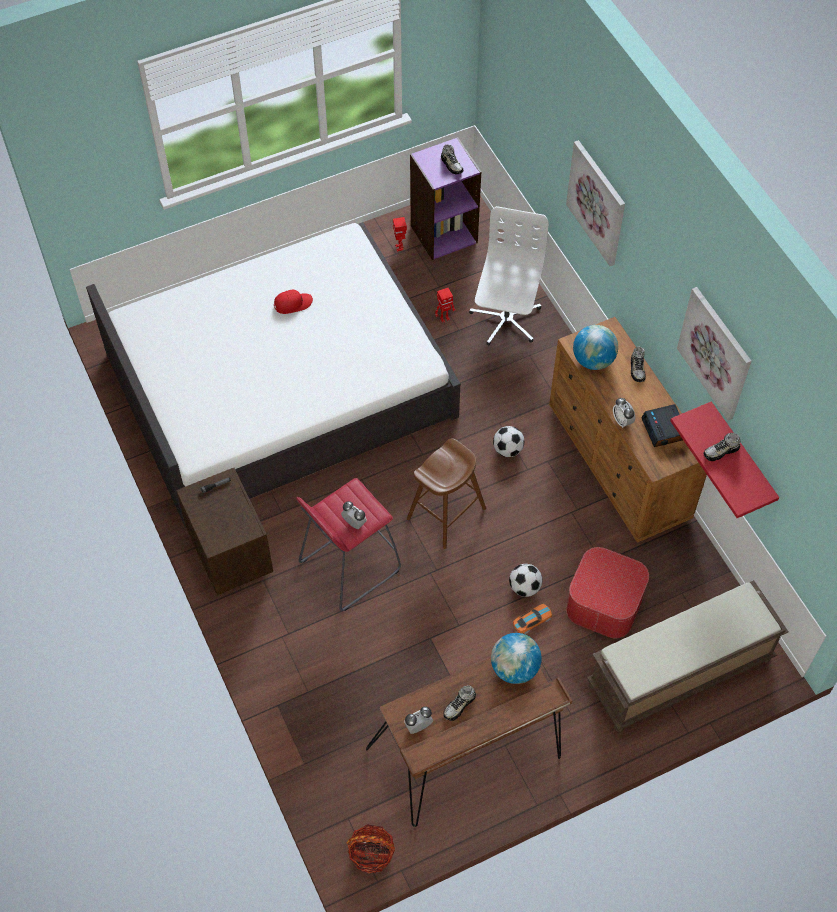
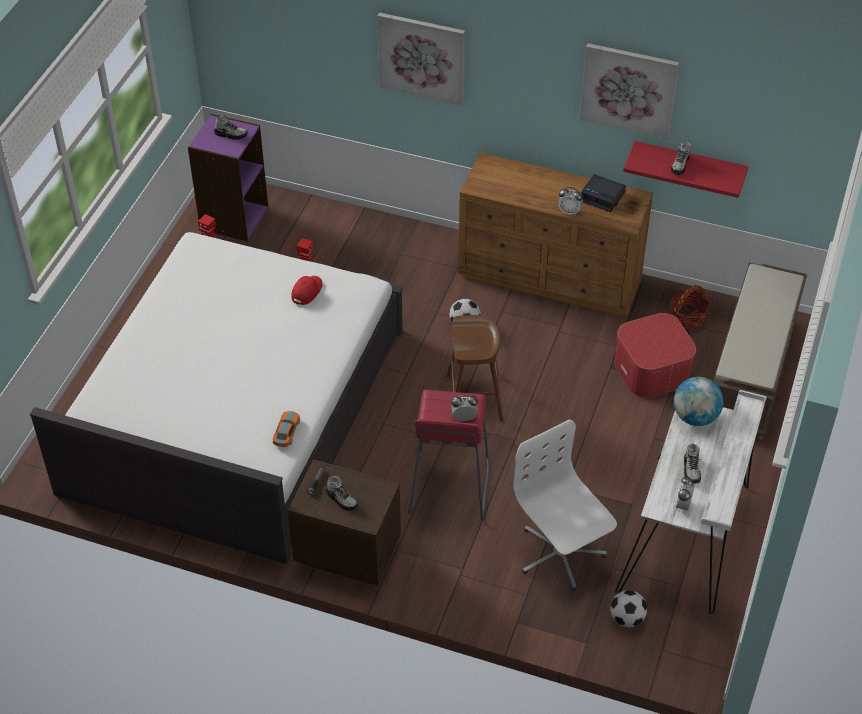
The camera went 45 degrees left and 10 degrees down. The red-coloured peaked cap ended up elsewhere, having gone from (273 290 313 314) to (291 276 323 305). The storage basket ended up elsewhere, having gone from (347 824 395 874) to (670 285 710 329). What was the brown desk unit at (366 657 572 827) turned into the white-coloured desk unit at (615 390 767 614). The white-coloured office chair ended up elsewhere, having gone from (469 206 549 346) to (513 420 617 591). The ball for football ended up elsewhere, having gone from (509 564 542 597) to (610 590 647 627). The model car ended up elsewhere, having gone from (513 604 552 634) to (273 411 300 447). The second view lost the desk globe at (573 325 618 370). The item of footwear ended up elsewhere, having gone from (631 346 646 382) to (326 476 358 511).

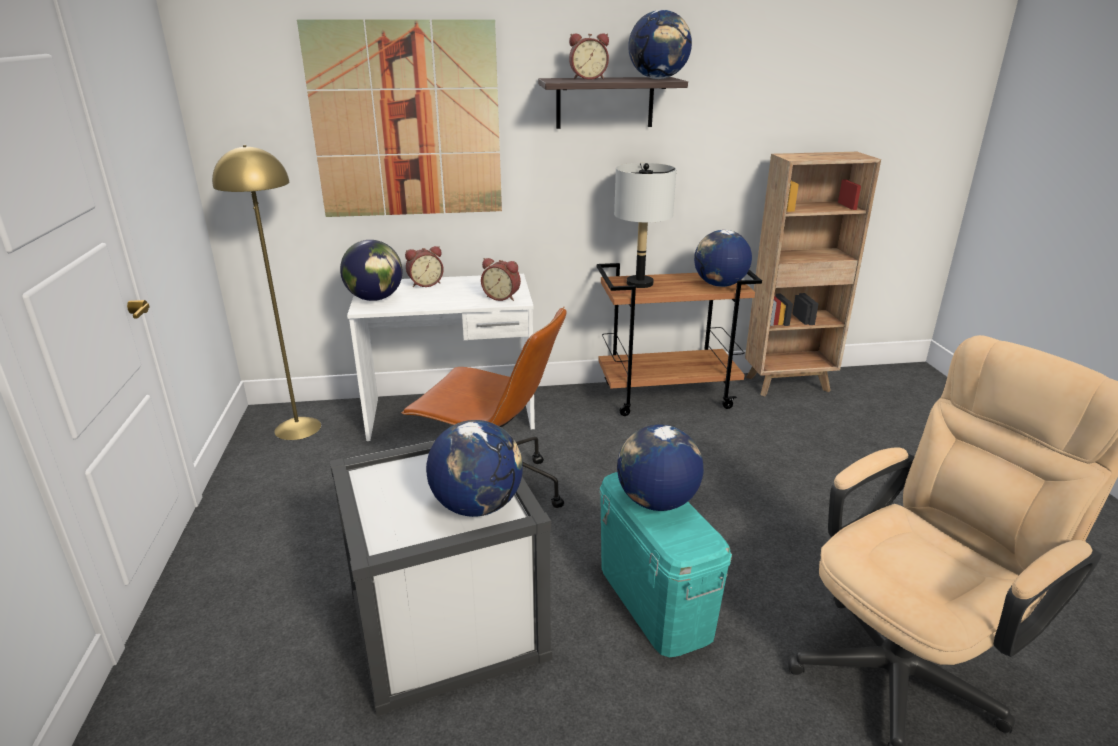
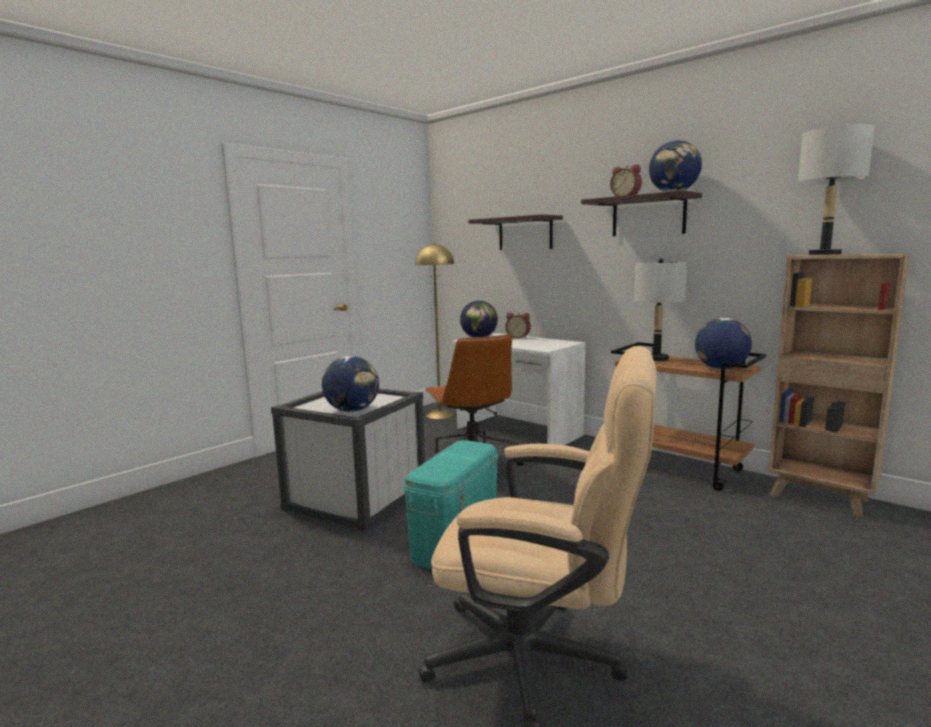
The camera went 50 degrees right and 15 degrees down. Where the wall art hung at (297 20 502 217), the bracket shelf came to hang at (468 214 563 250). The second view lost the alarm clock at (481 258 521 301). The second view lost the desk globe at (617 425 703 511). The second view gained the grey table lamp at (798 124 875 255).

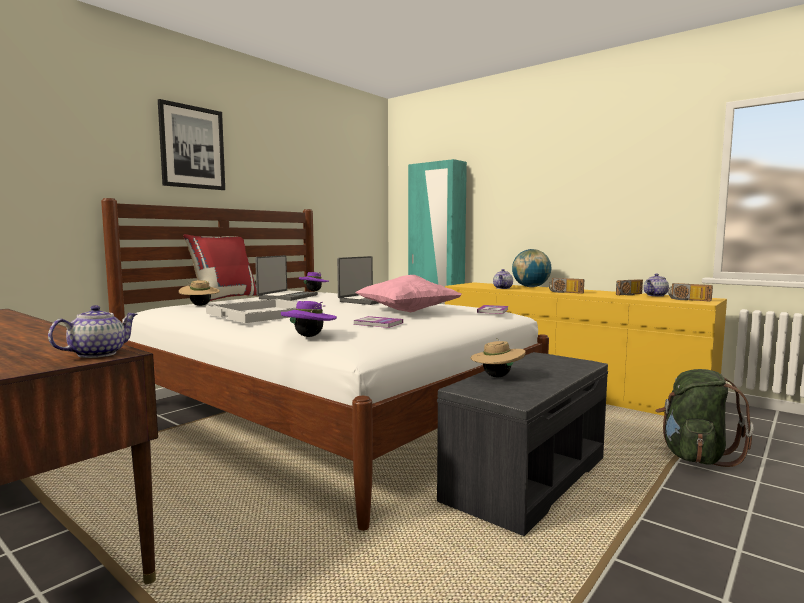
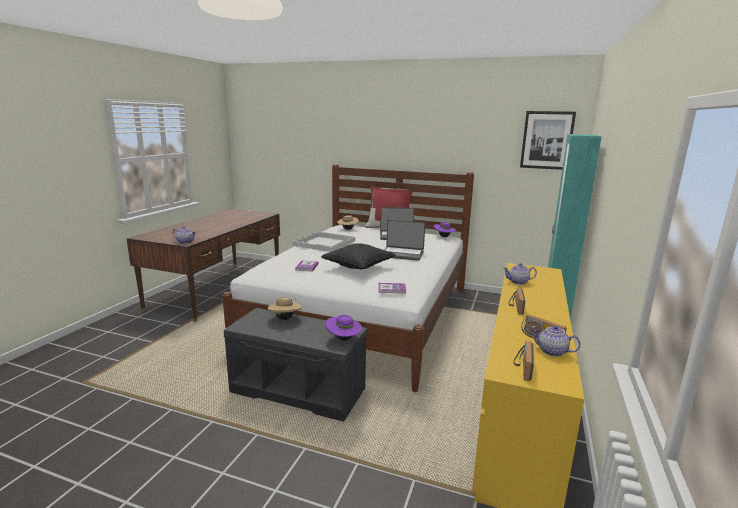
The camera went 70 degrees right and 10 degrees up. The wall art ended up elsewhere, having gone from (158 99 225 190) to (520 111 576 170). The purplish hat ended up elsewhere, having gone from (281 301 337 337) to (326 315 362 341). What was the pinkish cushion at (356 275 462 312) turned into the blackish cushion at (321 243 396 269). The second view lost the desk globe at (512 249 551 287). The second view lost the green-coloured rucksack at (655 369 753 467).

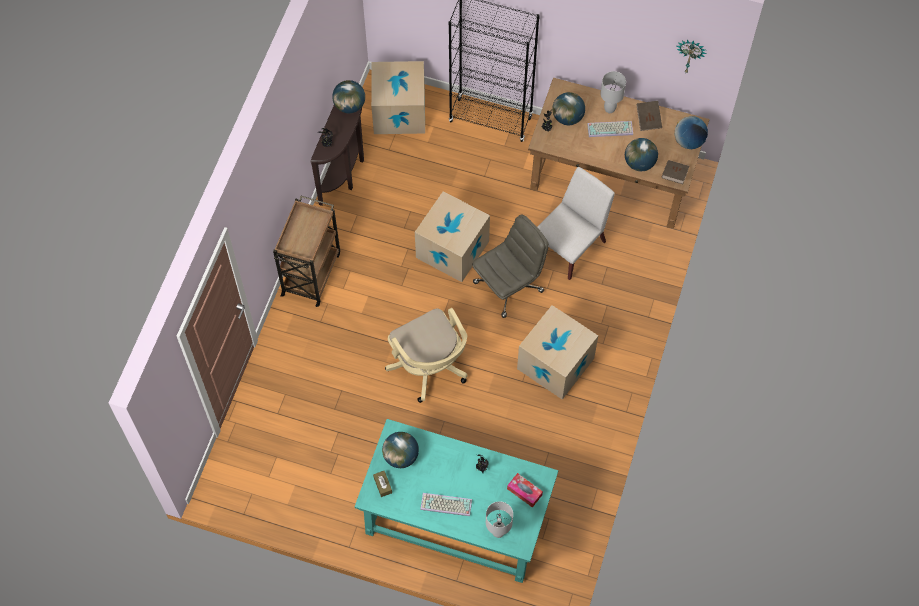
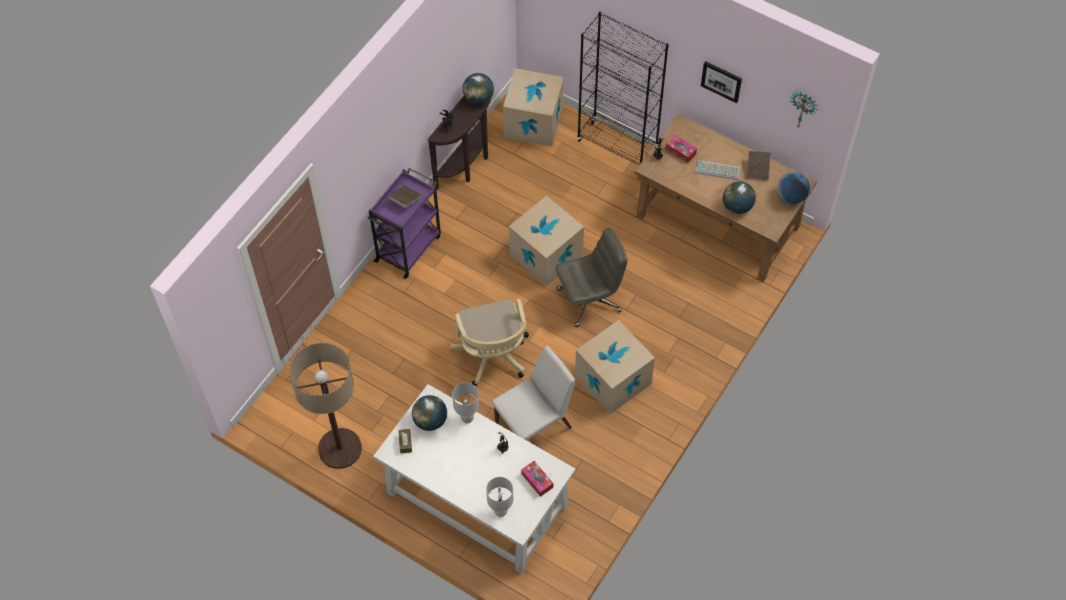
The camera went 15 degrees right and 5 degrees down. What was the brown wheeled cart at (273 195 340 307) turned into the purplish wheeled cart at (368 168 441 279). What was the turquoise desk unit at (355 419 558 583) turned into the white-coloured desk unit at (373 384 576 574). The second view lost the computer keyboard at (420 493 472 516). The white-coloured plain chair ended up elsewhere, having gone from (537 167 615 280) to (492 346 575 440). Where the desk globe stood at (552 92 585 125), the tissue box came to stand at (666 135 697 163). The white-coloured table lamp ended up elsewhere, having gone from (600 71 626 113) to (452 382 479 423). The brown volume ended up elsewhere, having gone from (662 160 689 184) to (388 185 422 209). The second view gained the standing lamp at (289 343 362 469). The second view gained the wall art at (701 61 742 103).

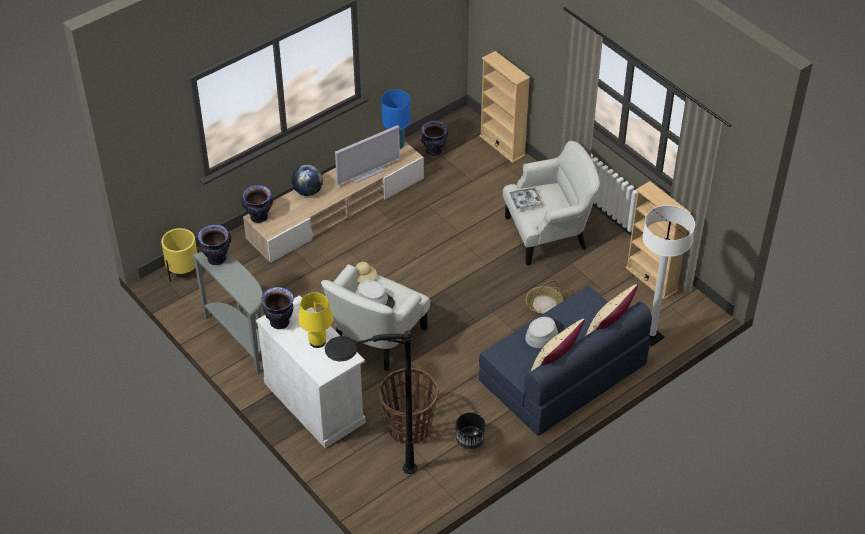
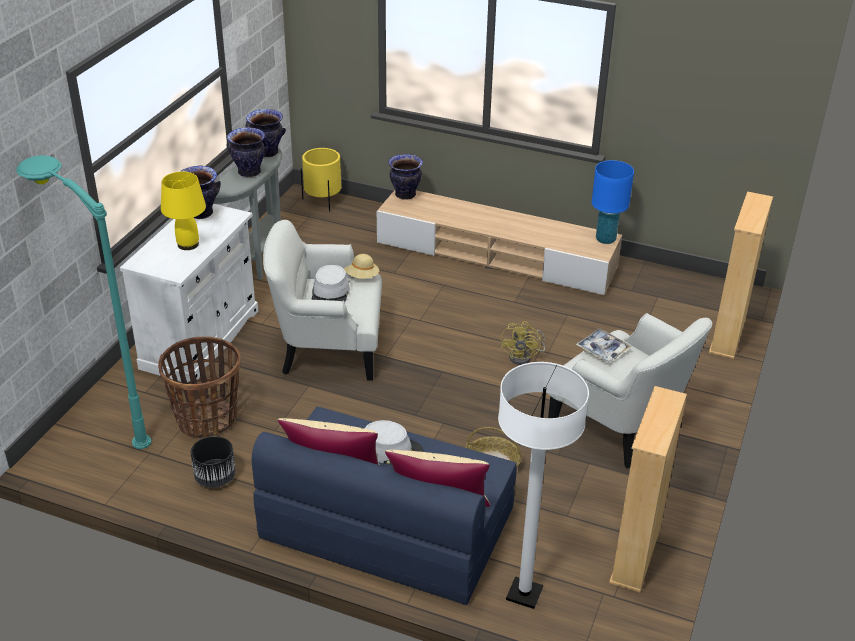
The camera went 60 degrees right and 10 degrees down. The second view lost the desk globe at (292 165 323 196). What was the blackish standing lamp at (325 331 417 474) turned into the turquoise standing lamp at (16 155 151 449). The second view lost the television at (335 125 400 185). The flower vase ended up elsewhere, having gone from (421 121 448 156) to (227 128 268 177). The second view gained the yellow electric fan at (501 321 545 365).

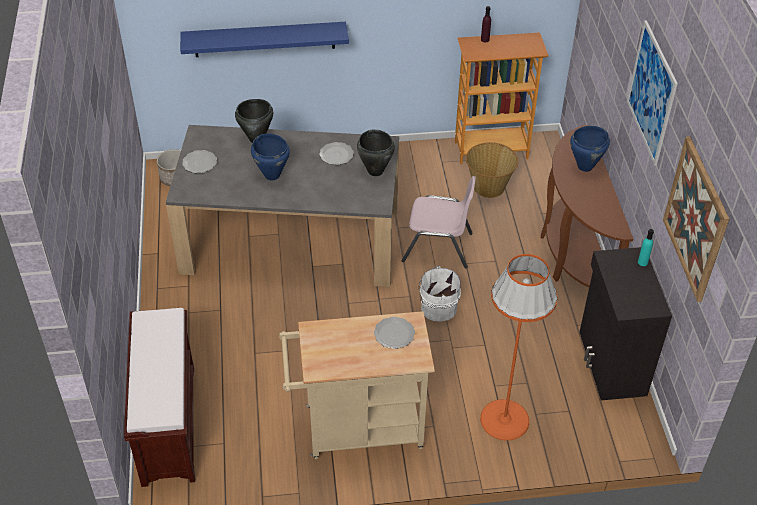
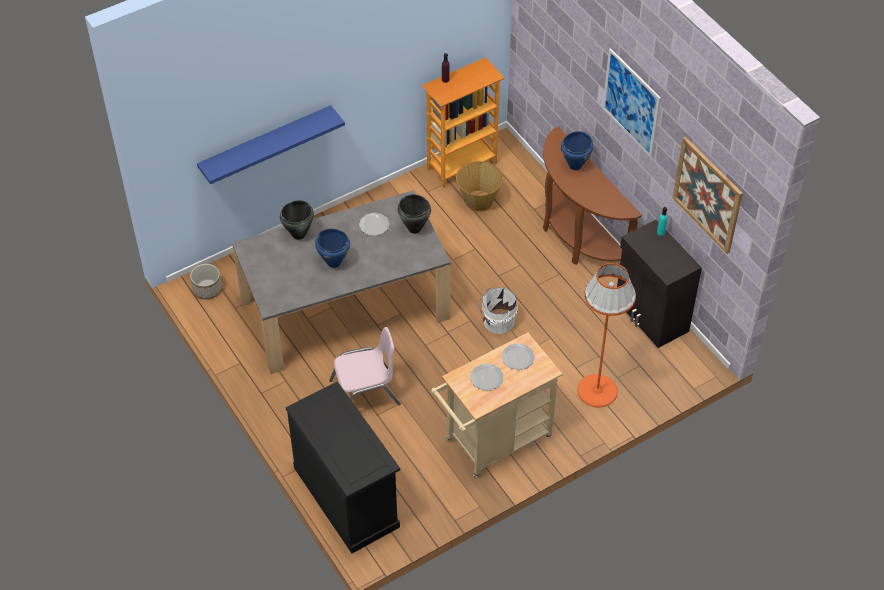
The camera went 25 degrees left and 5 degrees up. Where the brown indoor bench stood at (124 308 195 487), the blackish cabinet came to stand at (286 381 400 553). The plate ended up elsewhere, having gone from (182 150 217 173) to (471 364 503 391). The pinkish plain chair ended up elsewhere, having gone from (402 176 476 269) to (329 327 401 405).

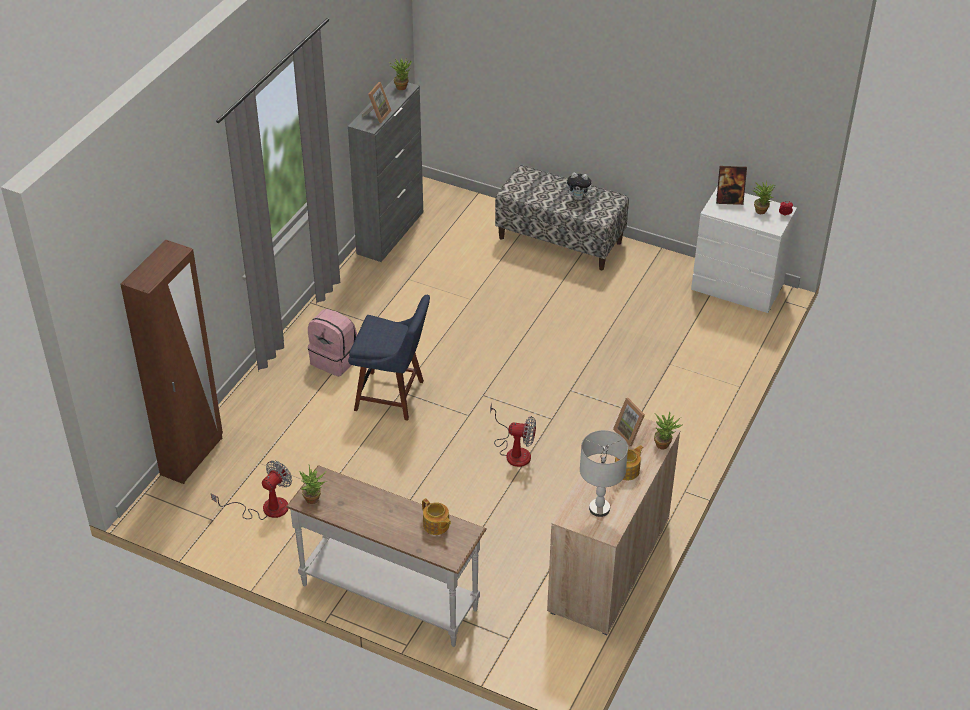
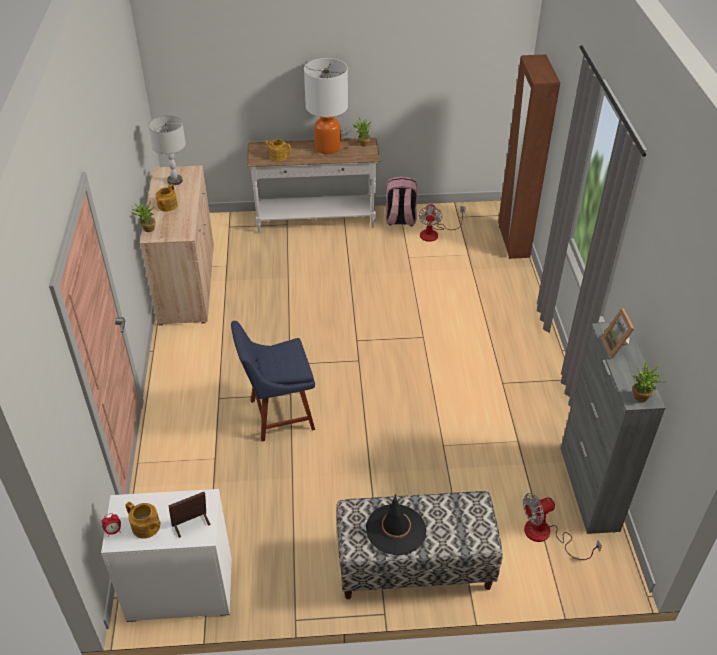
The camera went 150 degrees right and 0 degrees up. The pinkish rucksack ended up elsewhere, having gone from (308 309 357 377) to (385 176 418 226). The bluish plain chair ended up elsewhere, having gone from (348 295 430 421) to (231 321 315 442). The electric fan ended up elsewhere, having gone from (490 402 536 467) to (523 493 602 560). Where the cuddly toy stood at (567 172 594 200), the blackish hat came to stand at (366 494 426 555). The second view lost the picture frame at (613 398 645 447). Where the houseplant stood at (752 181 776 214), the tea pot came to stand at (125 502 161 539). The second view gained the table lamp at (304 58 348 154).

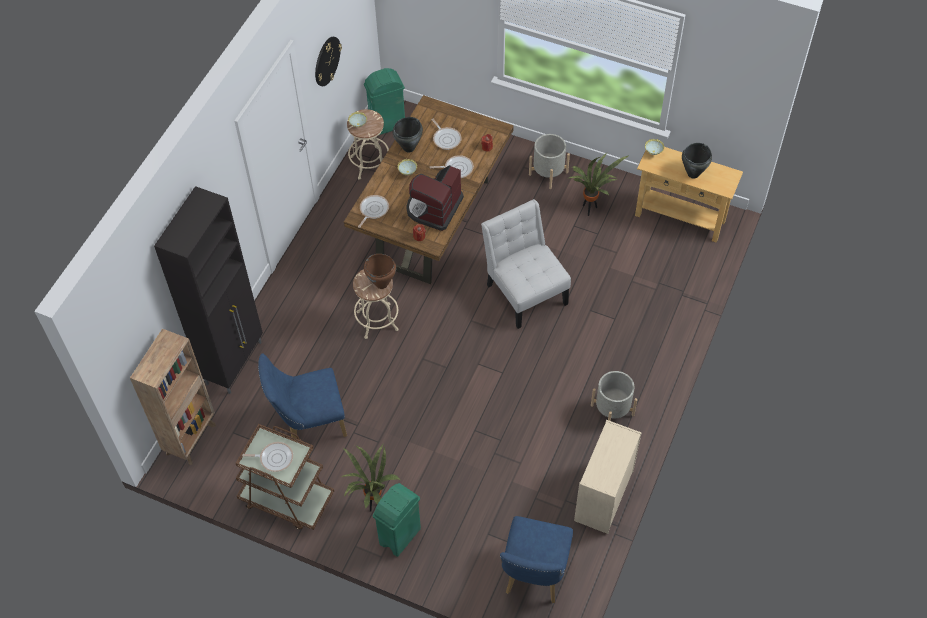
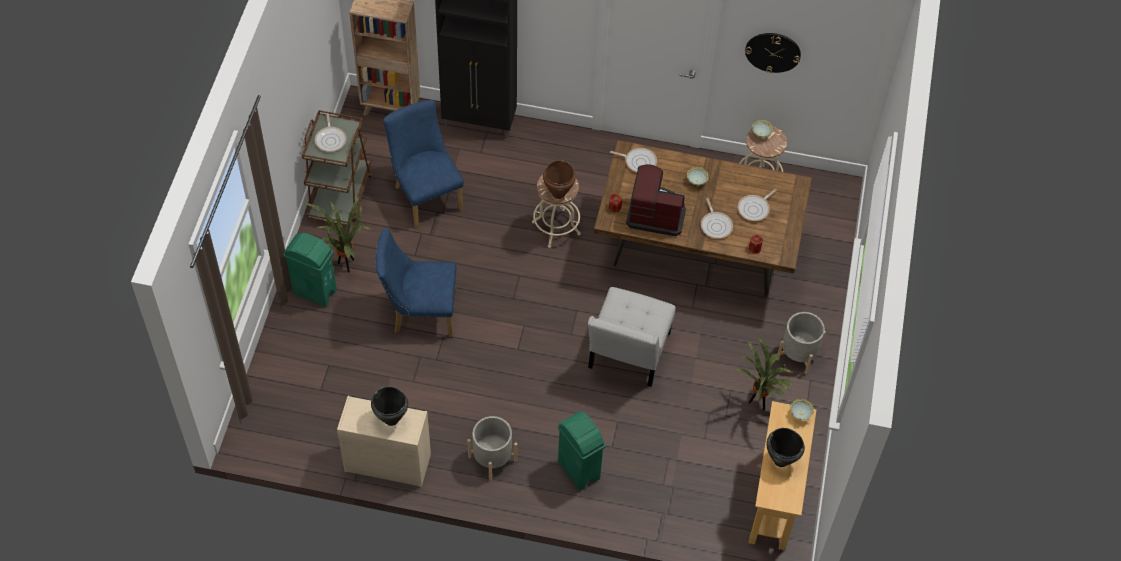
The camera went 75 degrees right and 0 degrees up. The green-coloured trash can ended up elsewhere, having gone from (364 68 405 135) to (557 411 606 491). The blackish saucepot ended up elsewhere, having gone from (393 117 423 153) to (371 387 408 426). The white-coloured plain chair at (481 199 571 329) ended up facing another way, 150 degrees clockwise from before. The bluish plain chair ended up elsewhere, having gone from (500 516 573 603) to (375 227 456 337).

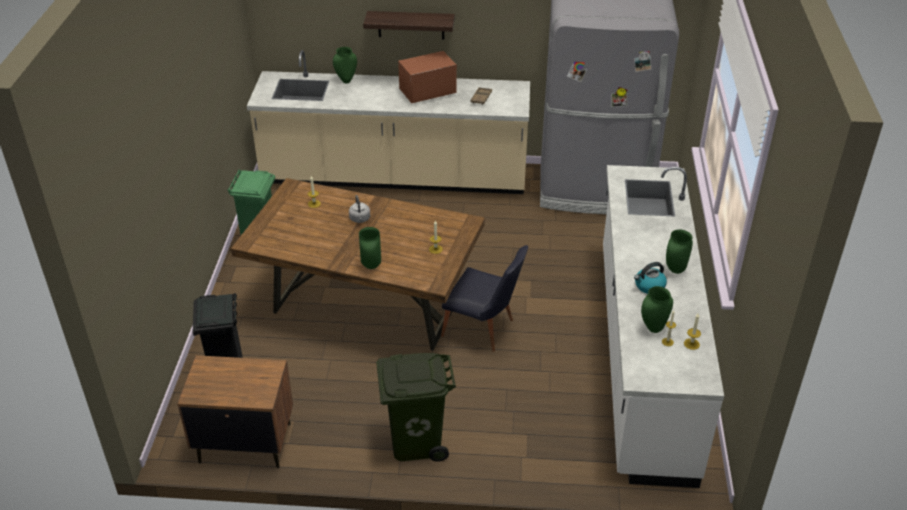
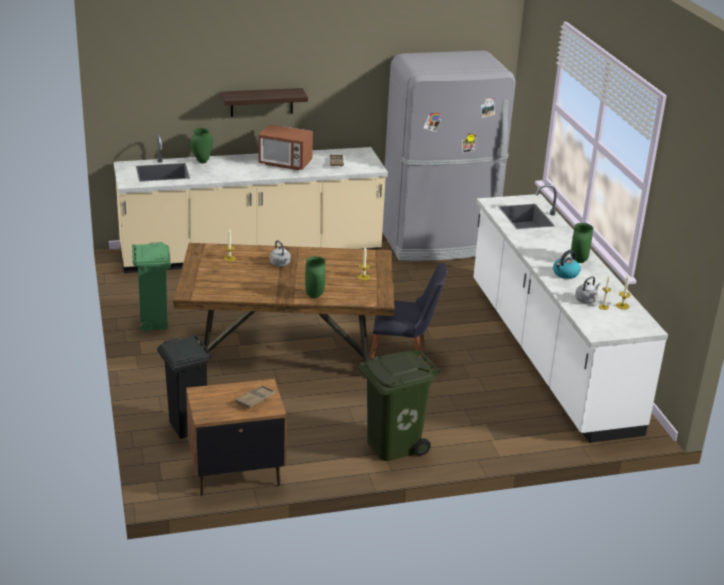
The camera went 20 degrees left and 10 degrees down. The kitchen microwave at (398 51 457 103) ended up facing another way, 120 degrees counterclockwise from before. Where the green-coloured flower vase stood at (641 286 673 333), the grey kettle came to stand at (575 276 600 304). The second view gained the brown carrying tray at (236 385 276 409).

